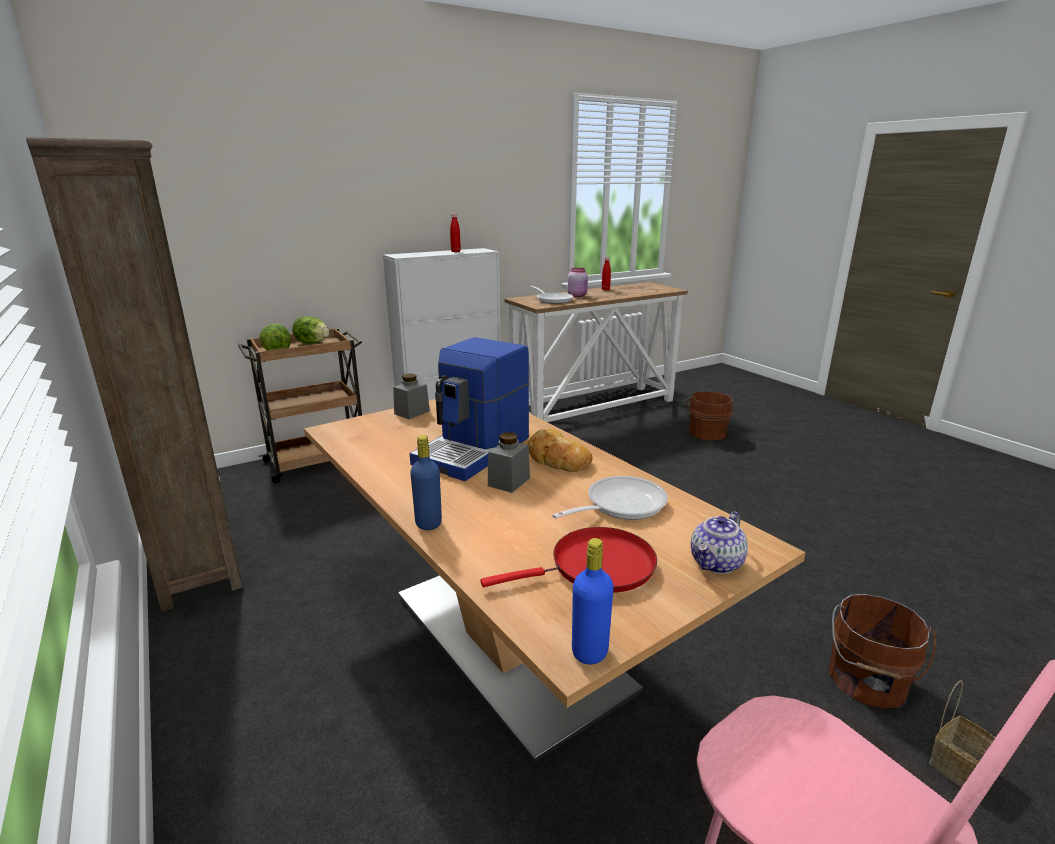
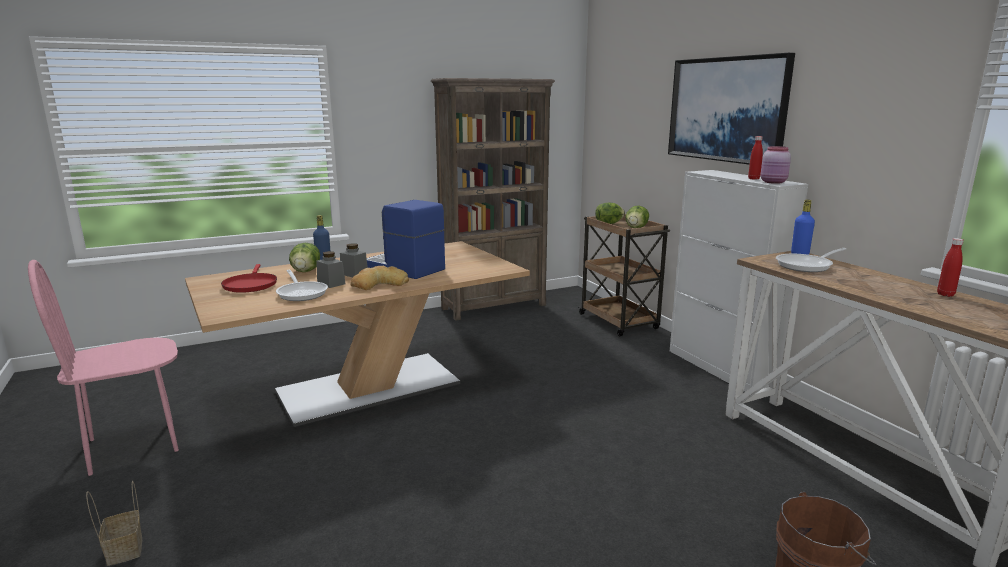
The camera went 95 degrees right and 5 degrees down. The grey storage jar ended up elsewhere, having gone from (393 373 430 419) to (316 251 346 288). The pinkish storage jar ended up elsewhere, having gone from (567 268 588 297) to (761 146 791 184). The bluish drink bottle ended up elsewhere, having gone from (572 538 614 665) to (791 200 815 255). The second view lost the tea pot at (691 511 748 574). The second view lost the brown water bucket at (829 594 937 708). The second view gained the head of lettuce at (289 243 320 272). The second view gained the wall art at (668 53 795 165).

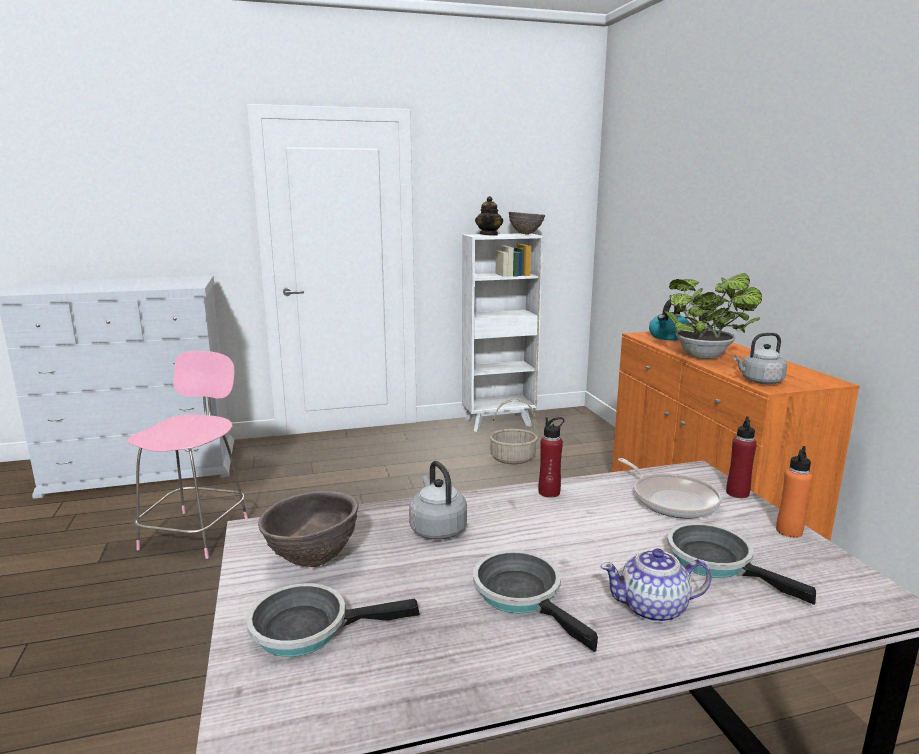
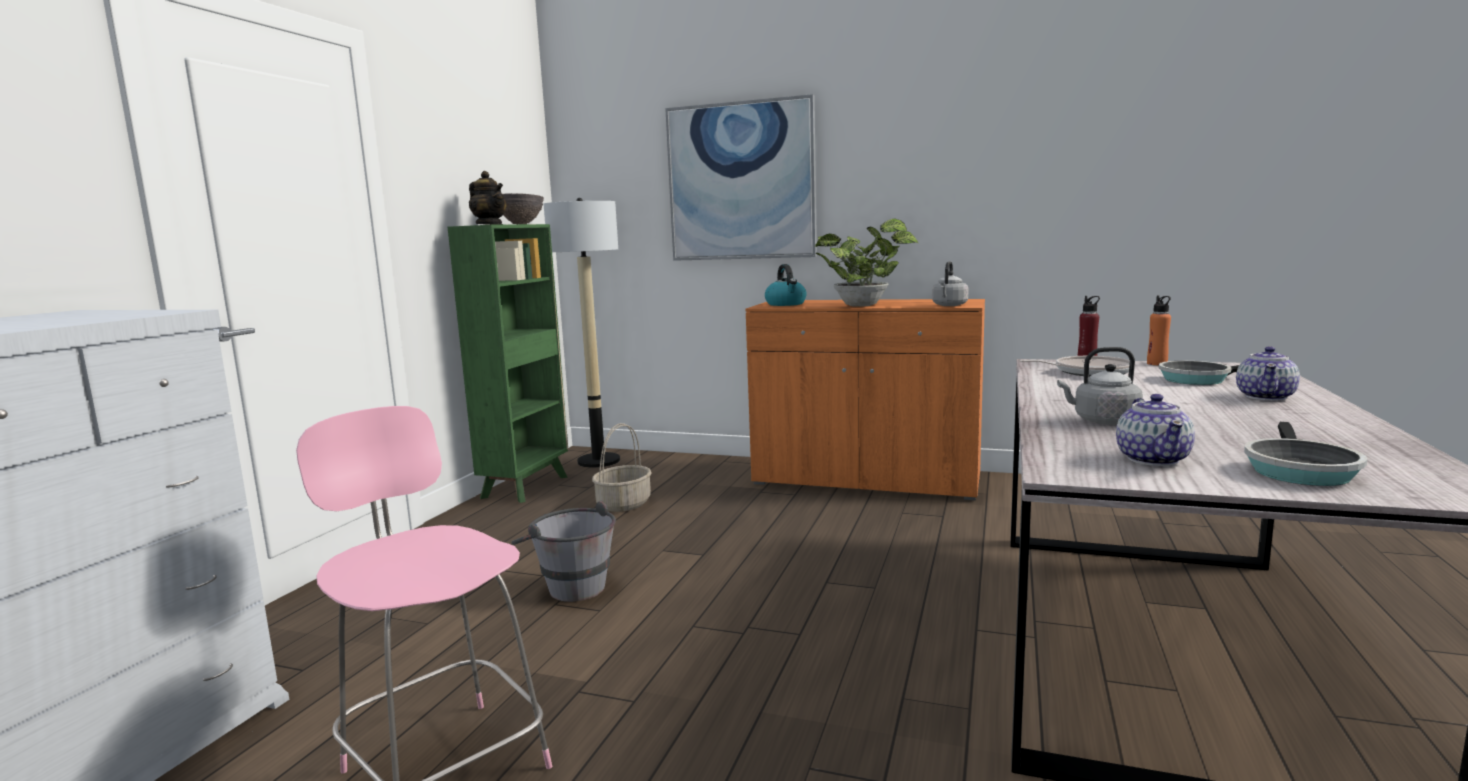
The camera went 55 degrees left and 5 degrees down. Where the brown serving bowl stood at (258 491 358 567), the tea pot came to stand at (1116 394 1195 466). What was the white-coloured shelving unit at (462 233 543 432) turned into the green-coloured shelving unit at (448 224 568 503). The second view lost the skillet at (473 550 598 652). The second view lost the red-coloured drink bottle at (539 417 564 498). The second view gained the grey water bucket at (511 501 616 602). The second view gained the standing lamp at (544 198 620 468). The second view gained the wall art at (665 94 817 261).

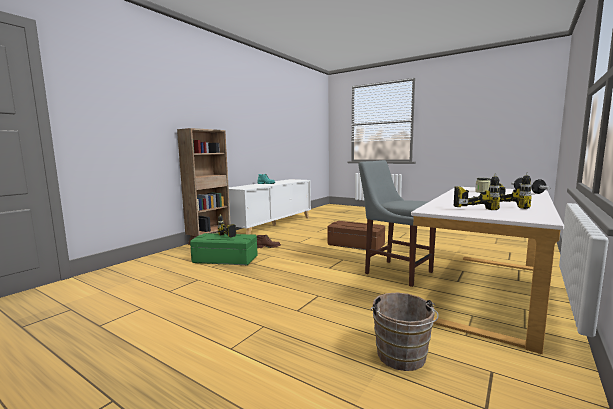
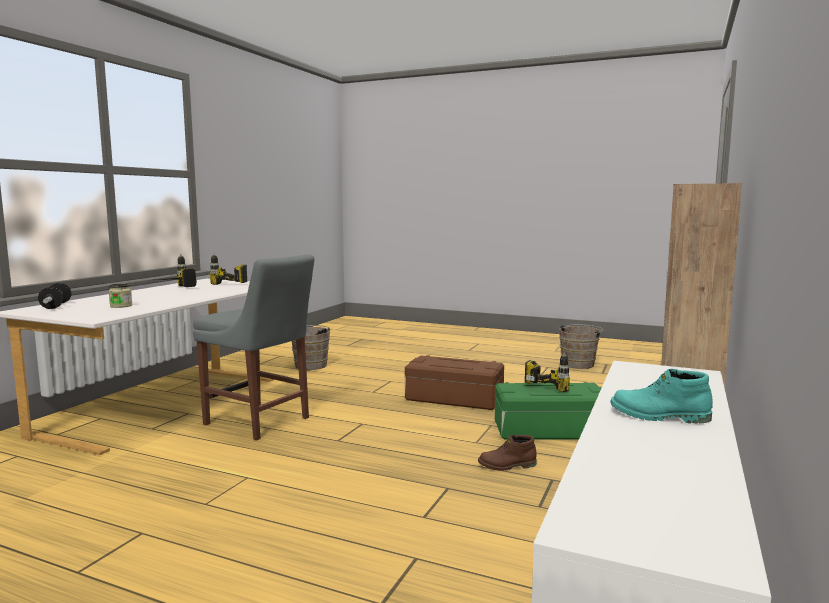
The camera went 170 degrees right and 0 degrees up. The brown storage container ended up elsewhere, having gone from (327 221 385 250) to (405 355 504 410). The second view gained the brown water bucket at (559 324 603 369).

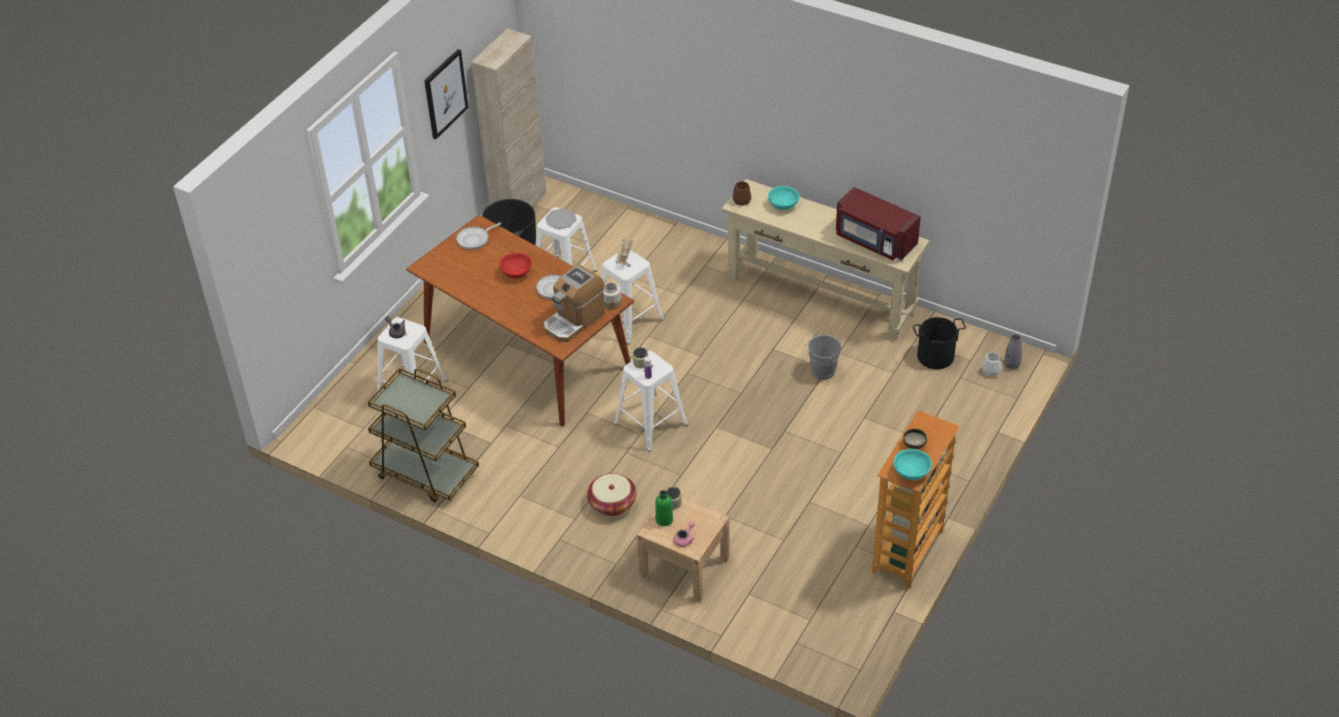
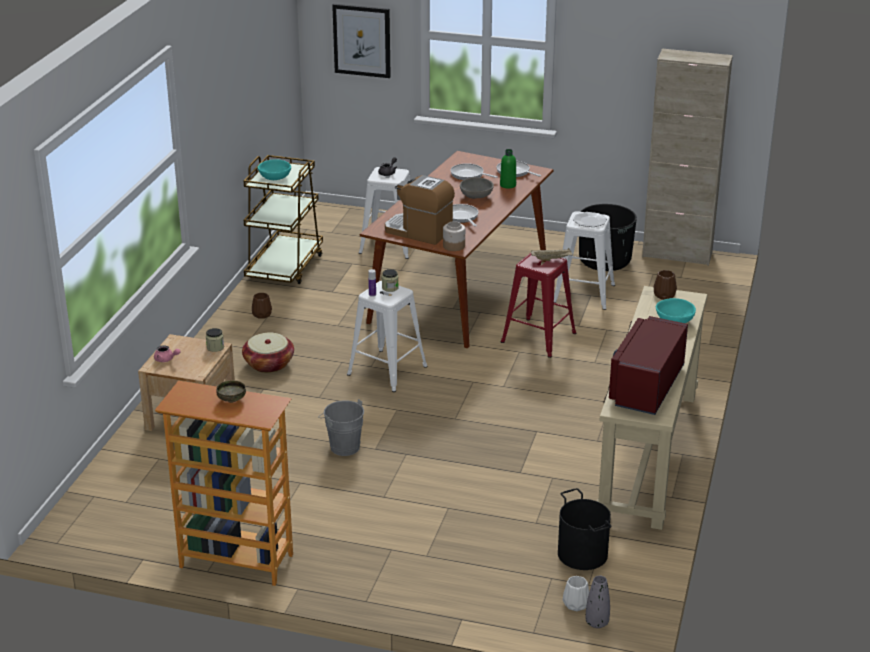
The camera went 75 degrees right and 15 degrees down. The wall art ended up elsewhere, having gone from (424 49 469 139) to (332 4 391 78). What was the red-coloured serving bowl at (499 253 532 278) turned into the grey serving bowl at (460 177 494 199). What was the white-coloured stool at (601 250 664 345) turned into the red-coloured stool at (501 253 577 358). The green-coloured drink bottle ended up elsewhere, having gone from (655 490 673 526) to (500 149 516 189). The grey water bucket ended up elsewhere, having gone from (802 333 841 380) to (318 399 364 456). The turquoise serving bowl ended up elsewhere, having gone from (893 449 932 480) to (258 160 291 180). The second view gained the brown flower vase at (252 293 272 319). The second view gained the skillet at (450 163 498 180).

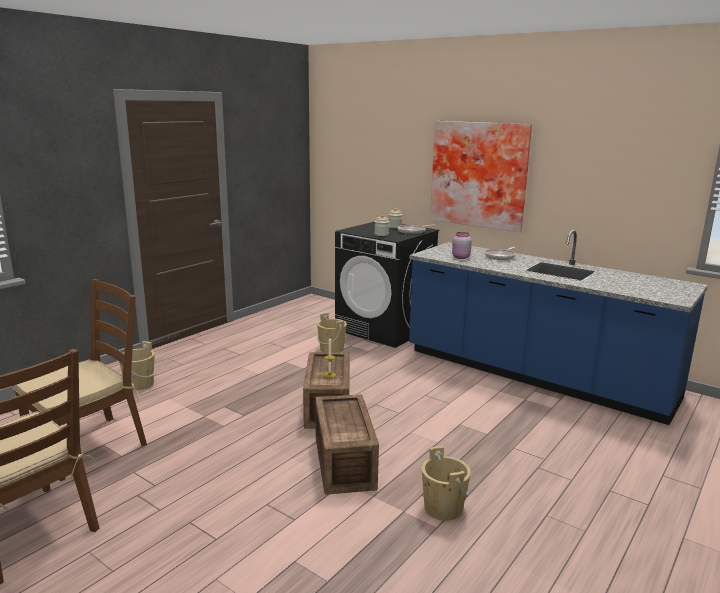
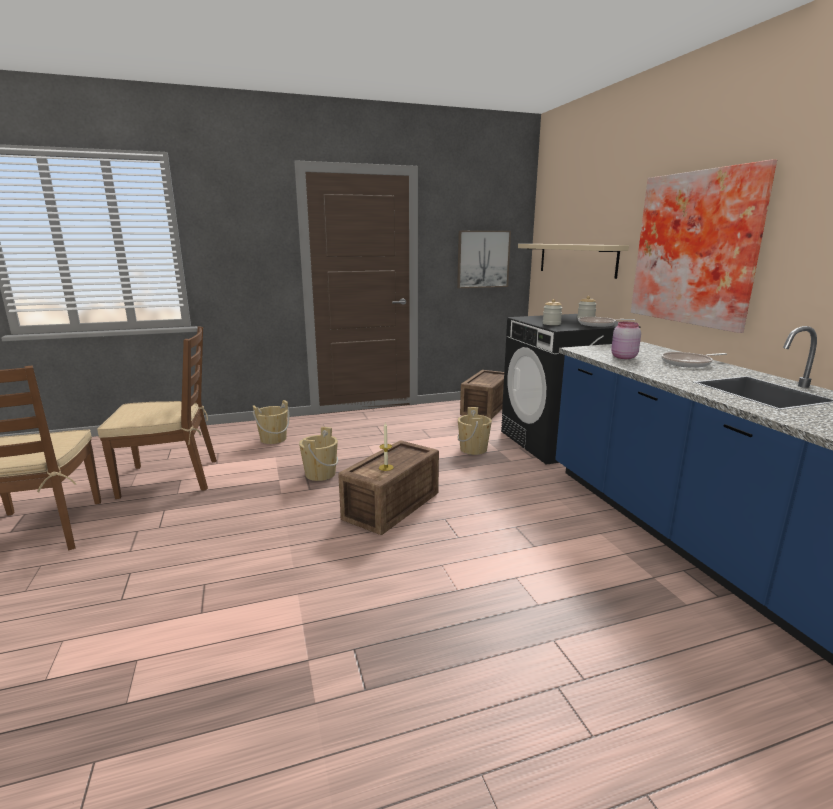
The camera went 35 degrees right and 0 degrees up. The crate ended up elsewhere, having gone from (315 394 379 495) to (460 370 504 419). The beige water bucket ended up elsewhere, having gone from (422 446 471 521) to (299 427 338 481). The second view gained the wall art at (457 231 511 288). The second view gained the beige bracket shelf at (518 244 629 279).

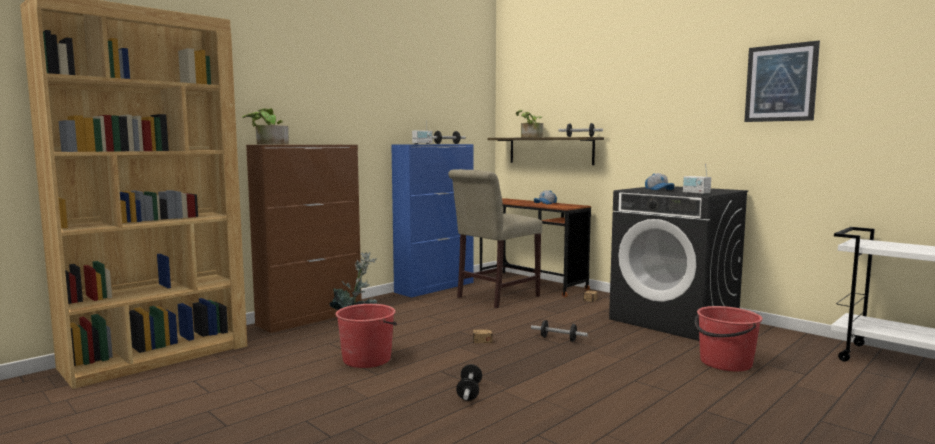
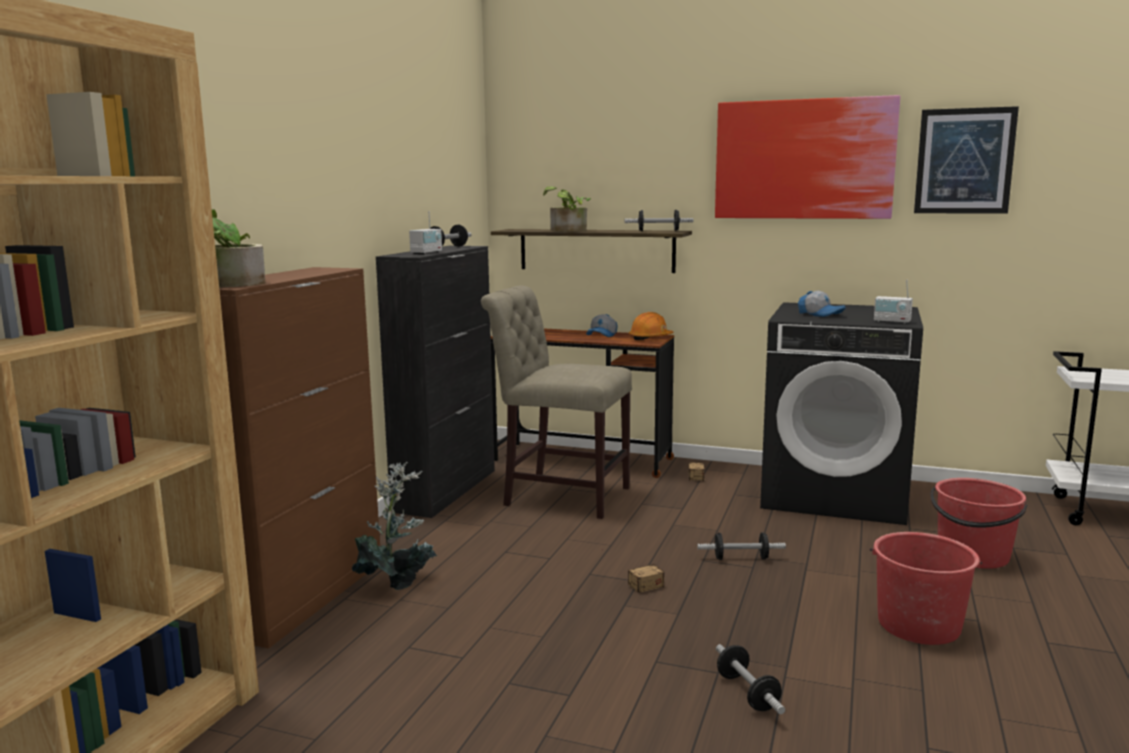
The camera went 25 degrees left and 5 degrees up. The red-coloured water bucket ended up elsewhere, having gone from (336 304 397 368) to (869 532 982 645). What was the bluish cabinet at (391 144 474 298) turned into the blackish cabinet at (376 246 495 518). The beige plain chair at (448 169 542 308) ended up facing another way, 90 degrees clockwise from before. The second view gained the orange hard hat at (629 312 673 340). The second view gained the wall art at (715 95 900 219).

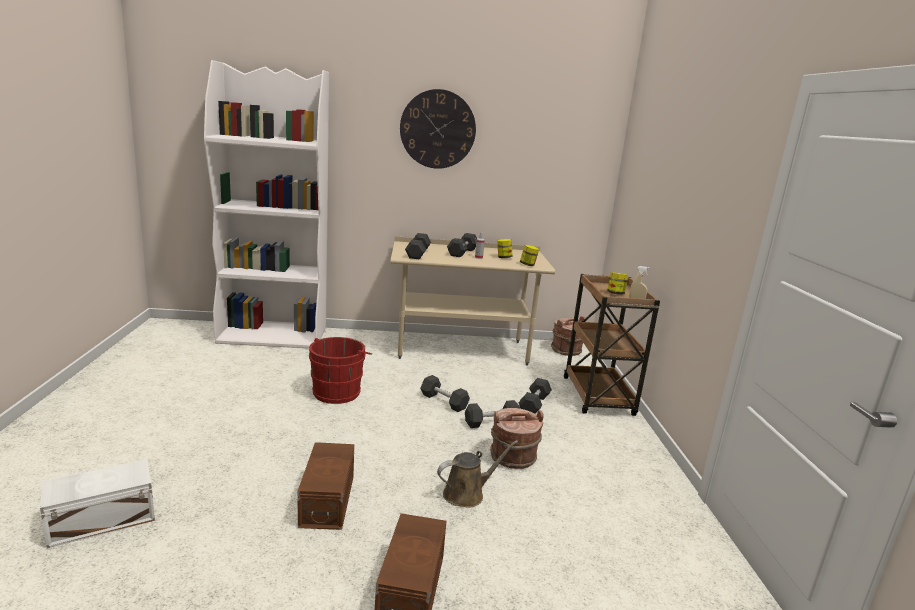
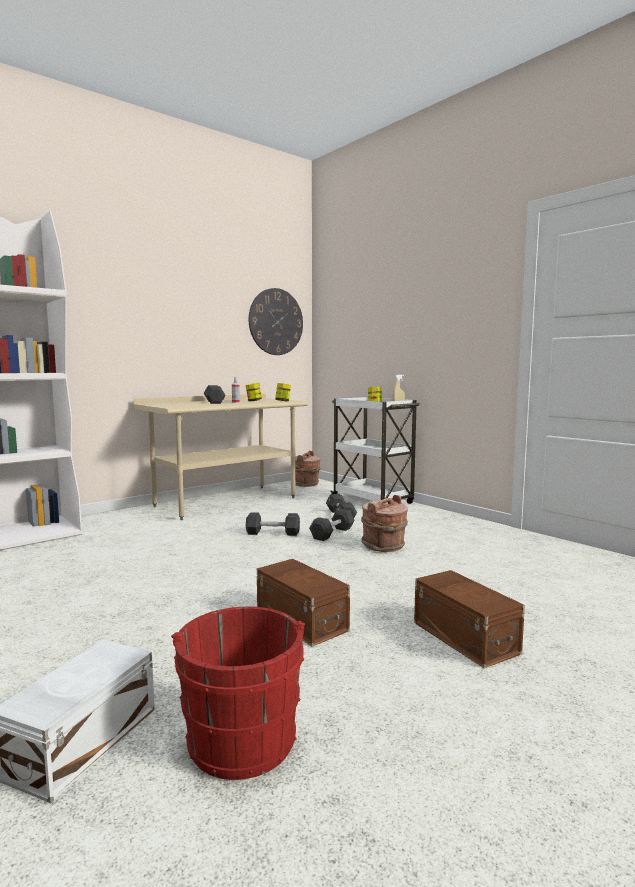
The camera went 35 degrees left and 10 degrees down. The red-coloured water bucket ended up elsewhere, having gone from (309 337 372 404) to (171 607 305 780). The wall clock ended up elsewhere, having gone from (400 89 476 169) to (249 288 303 355). The second view lost the blackish dumbbell at (405 233 431 259). The second view lost the brown watering pot at (437 440 518 507). What was the brown wheeled cart at (564 274 660 416) turned into the white-coloured wheeled cart at (331 397 420 504).

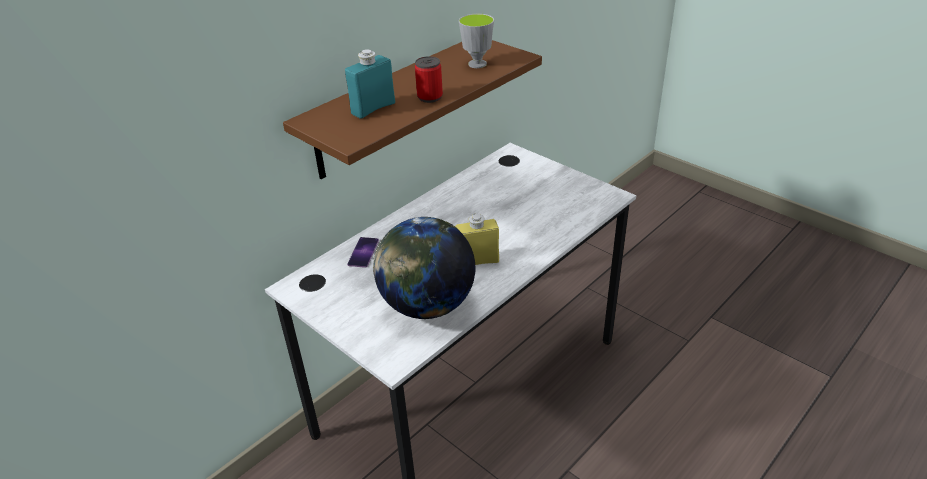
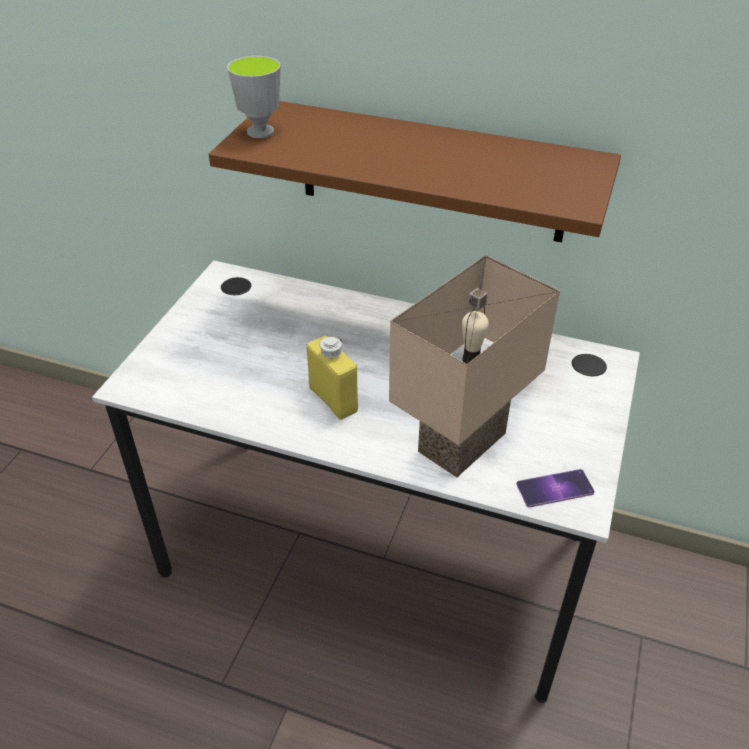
The camera went 65 degrees right and 5 degrees up. The second view lost the turquoise drink bottle at (345 49 395 119). The telephone ended up elsewhere, having gone from (347 237 379 268) to (516 469 595 507). The second view lost the desk globe at (373 217 475 319). The second view lost the can at (415 56 443 103). The cup ended up elsewhere, having gone from (459 14 494 68) to (227 56 281 138). The second view gained the beige table lamp at (389 255 560 477).

